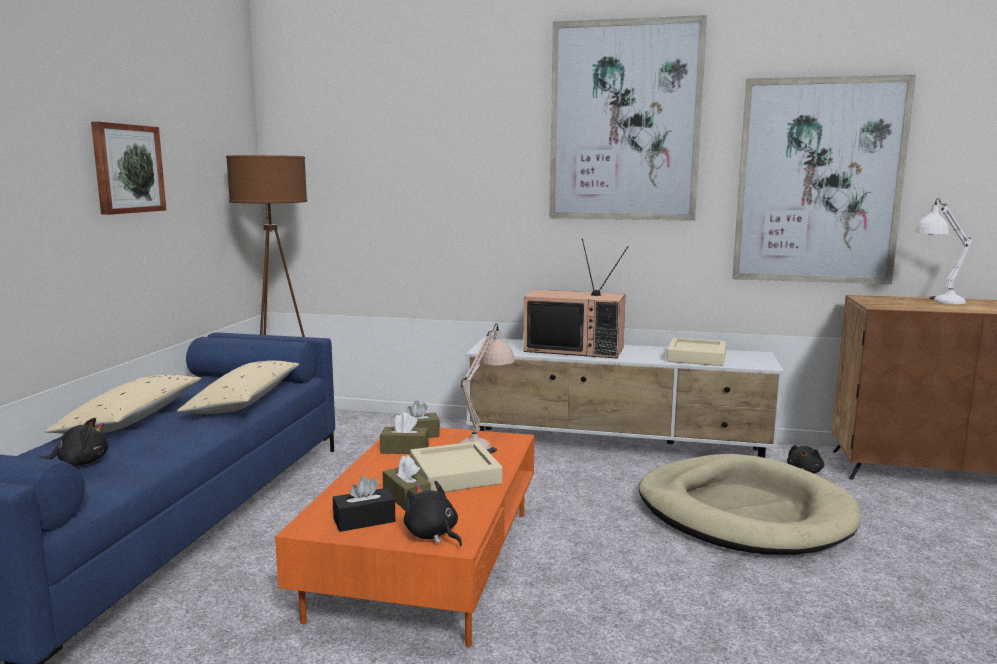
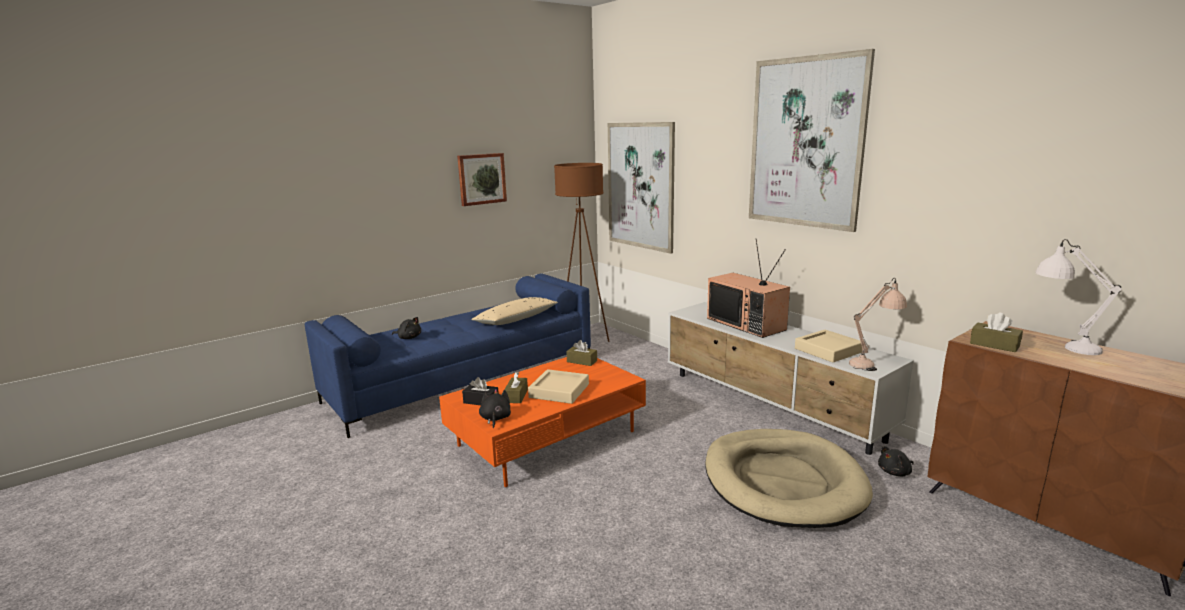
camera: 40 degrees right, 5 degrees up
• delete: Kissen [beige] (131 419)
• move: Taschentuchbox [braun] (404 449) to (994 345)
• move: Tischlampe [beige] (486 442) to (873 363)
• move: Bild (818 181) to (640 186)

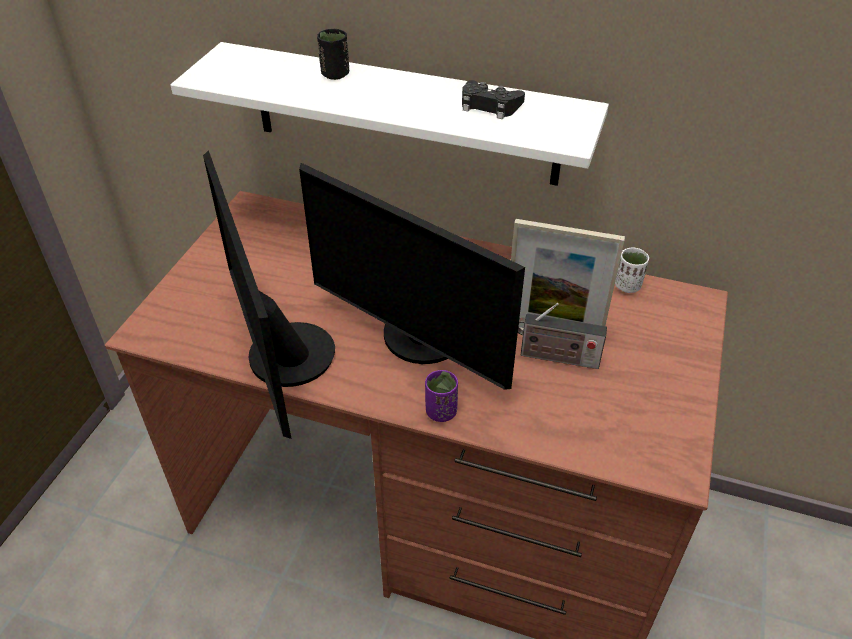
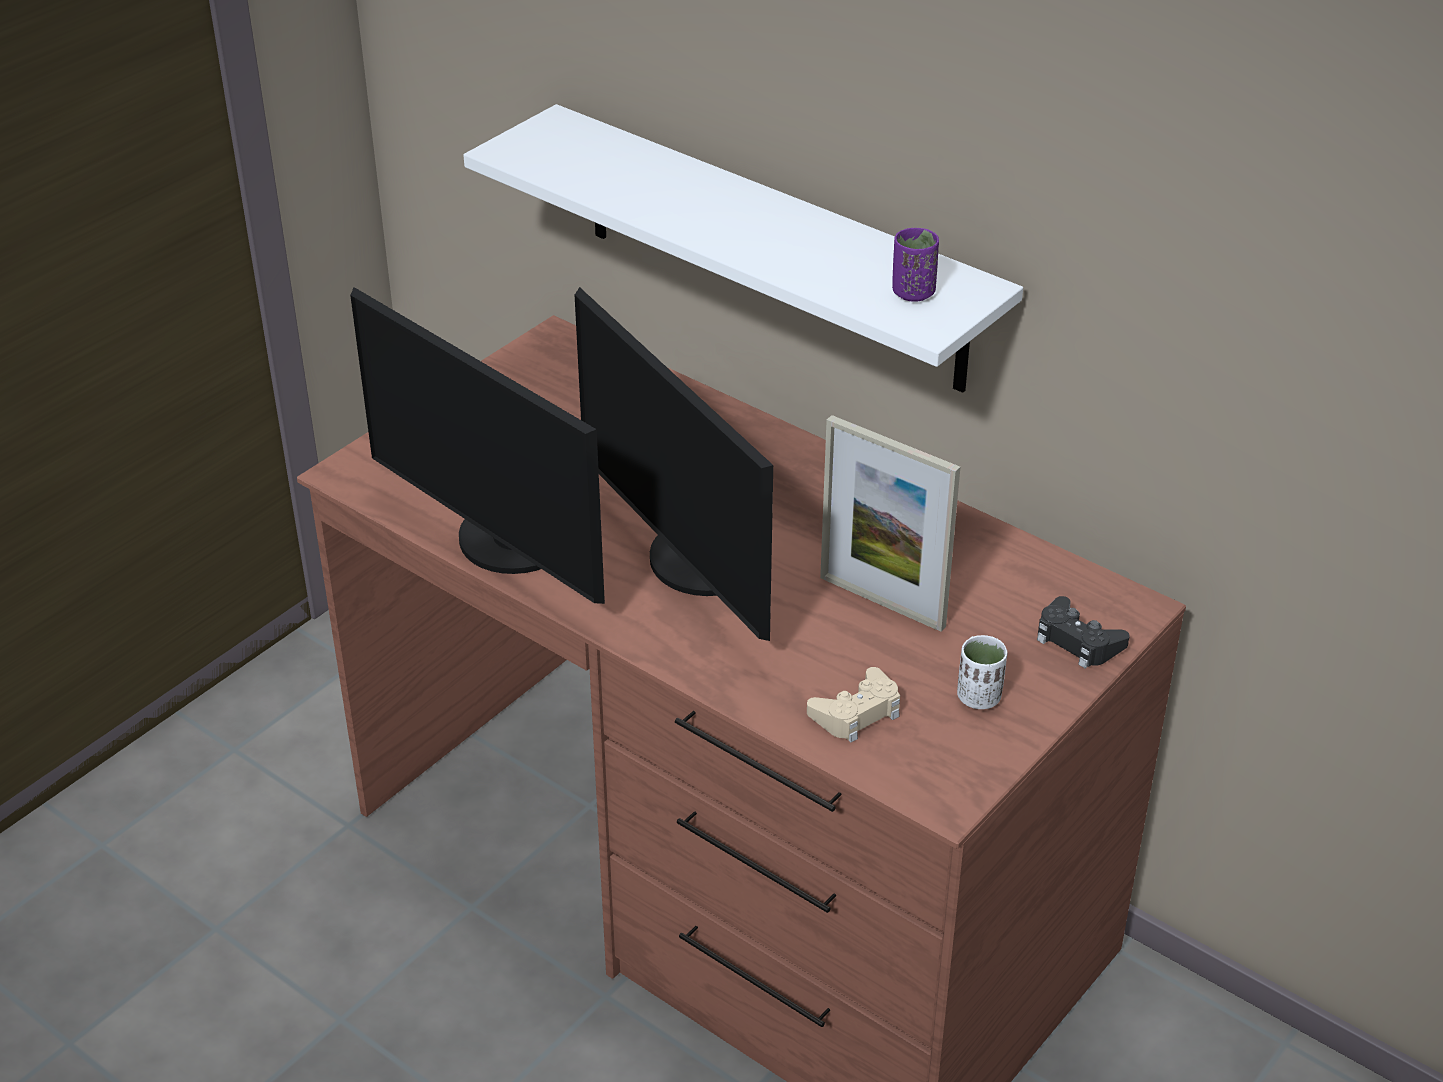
camera: 20 degrees right, 5 degrees down
• delete: Tasse [schwarz] (335 74)
• delete: Radio (555 357)
• insert: Gamepad [beige] (857 713)
• move: Tasse [lila] (441 412) to (913 293)
• move: Gamepad [schwarz] (489 106) to (1077 641)
• move: Tasse [weiß] (627 286) to (979 698)
• rotate: Monitor (281 358) = (507 543) 45 degrees counterclockwise

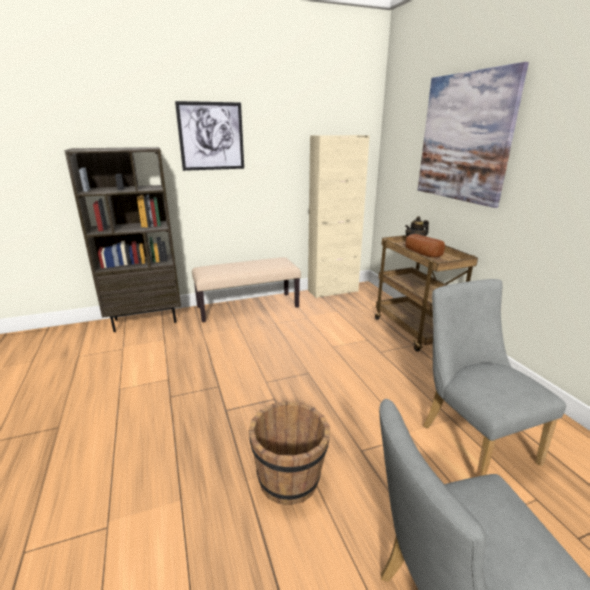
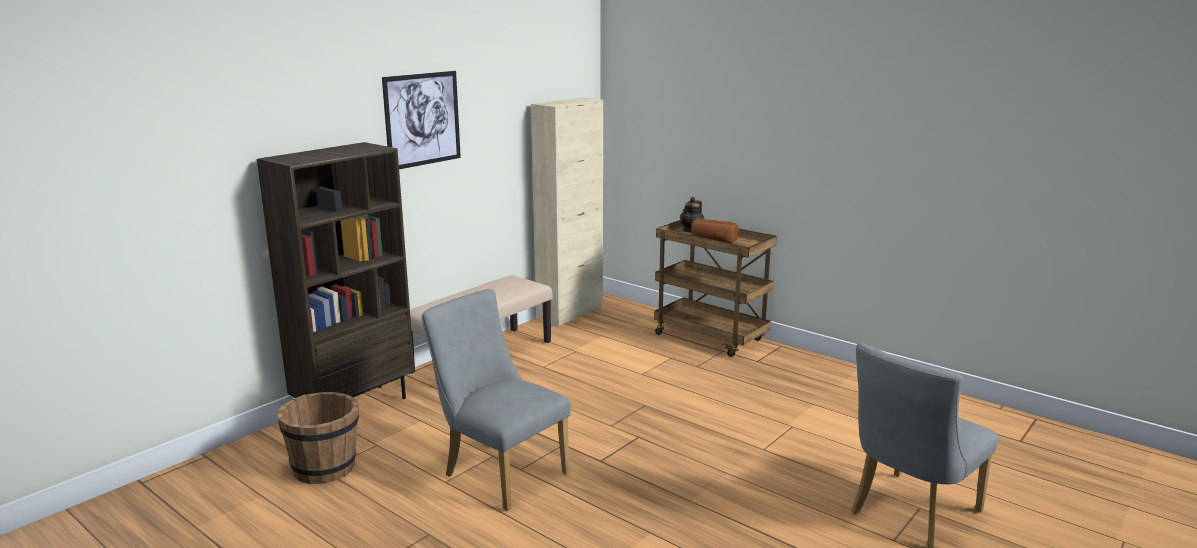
camera: 30 degrees left, 5 degrees down
• delete: Bild (464 138)
• move: Eimer [braun] (289 479) to (325 468)
• move: Stuhl [grau] (471 439) to (499 472)

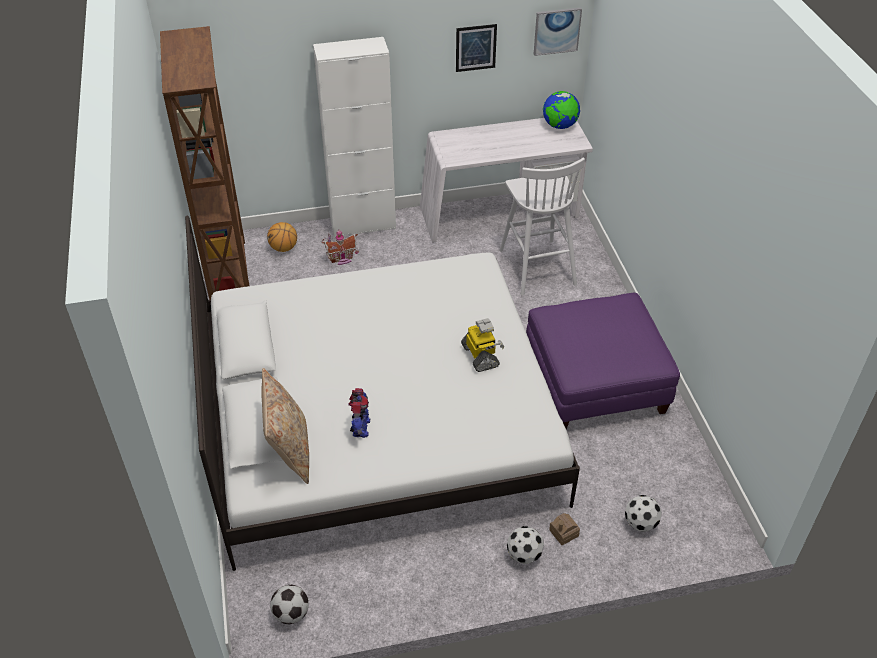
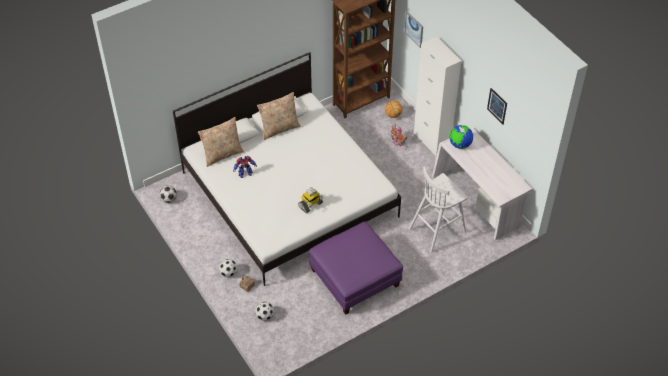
camera: 70 degrees right, 5 degrees up
• insert: Kissen [beige] (279 128)
• move: Bild (557 31) to (414 29)
• move: Globus (559 126) to (460 145)

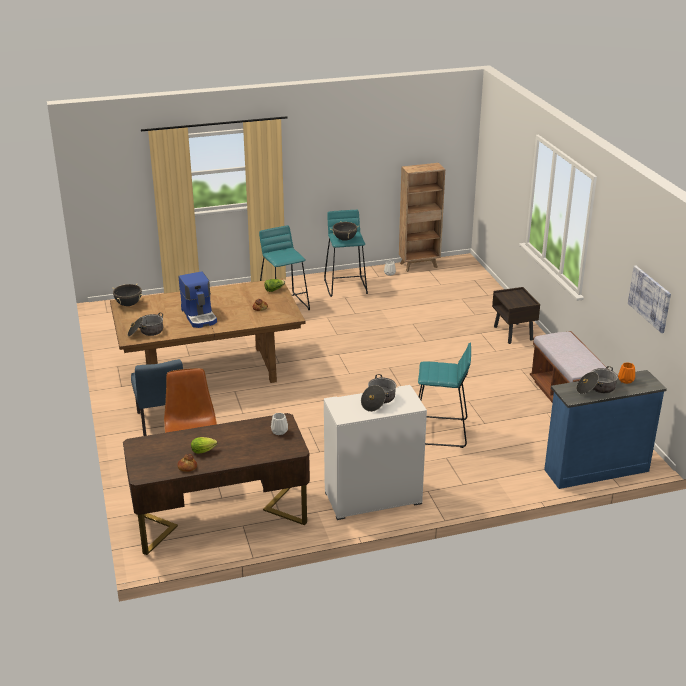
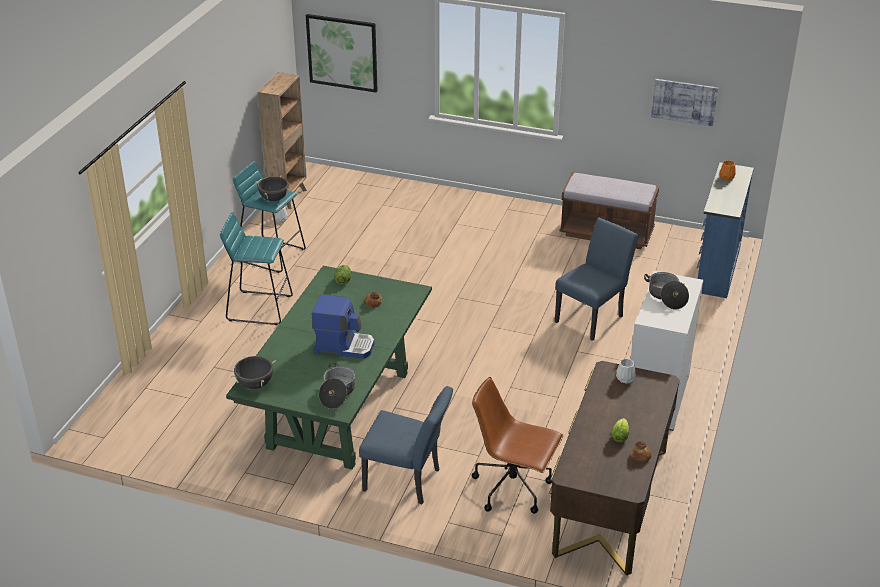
camera: 55 degrees left, 5 degrees up
• delete: Nachttisch [braun] (513 333)
• delete: Kochtopf (596 388)
• insert: Bild (342 52)
• replace: Hocker [türkis] (440 432) to Stuhl [blau] (592 317)
• recolor: Esstisch [braun] (211 372) to Esstisch [grün] (339 409)

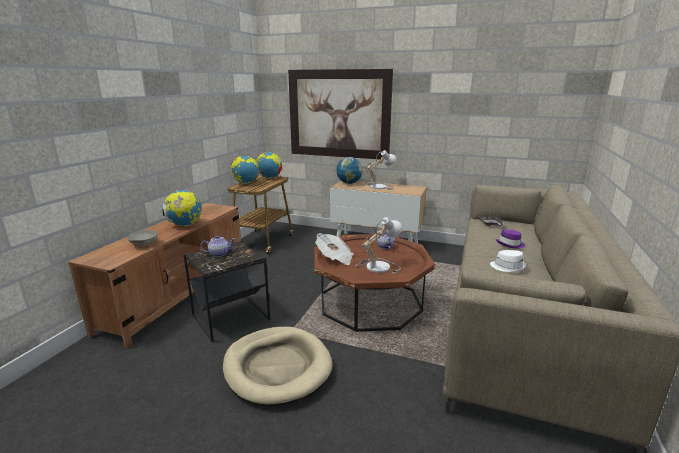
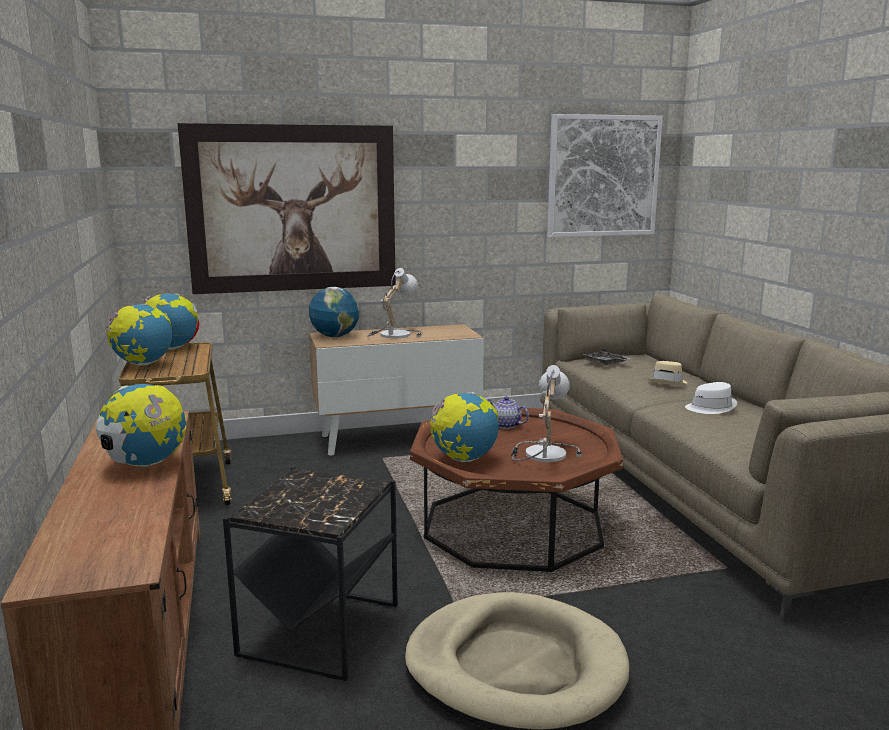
camera: 35 degrees left, 5 degrees down
• delete: Schüssel [grau] (144 244)
• delete: Teekanne (219 254)
• insert: Bild (603 176)
• replace: Zeitung (335 258) to Globus (464 459)
• recolor: Hut [lila] (510 244) to Hut [beige] (668 382)

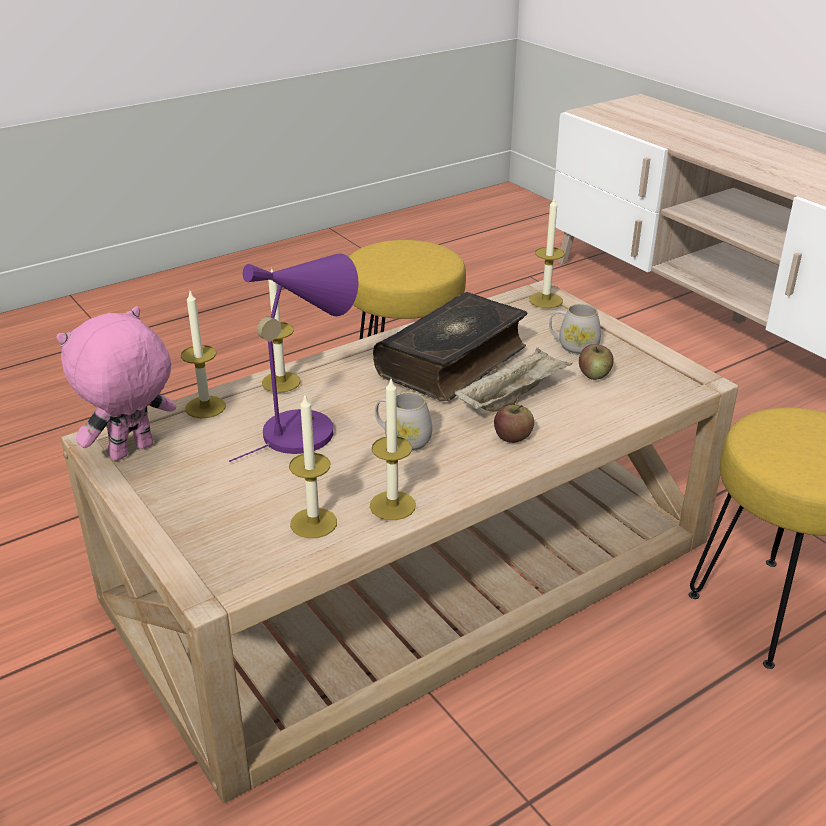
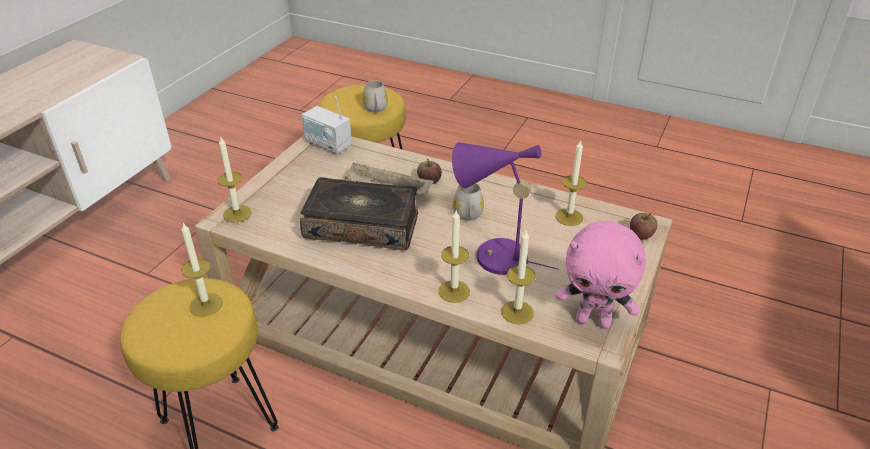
camera: 120 degrees left, 5 degrees up
• insert: Radio (328 144)
• move: Kerze (392 505) to (206 305)
• move: Henkelbecher [weiß] (573 346) to (376 109)
• move: Apfel (594 374) to (641 235)

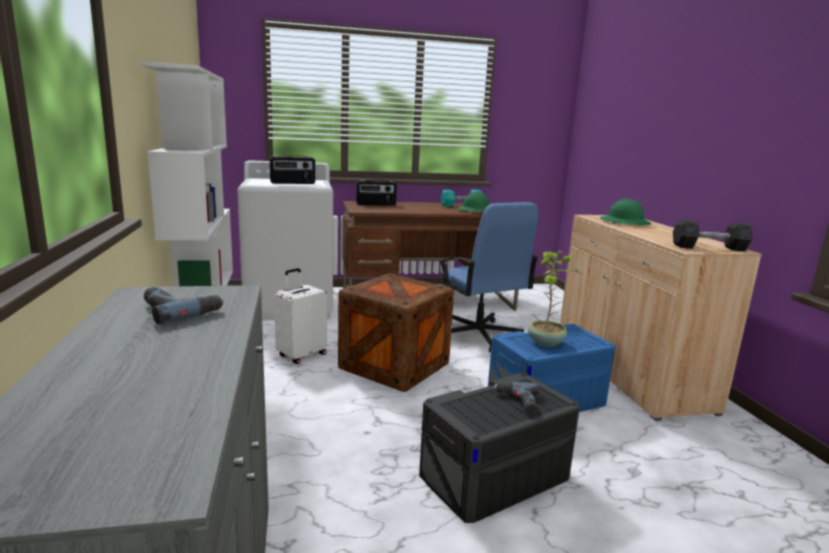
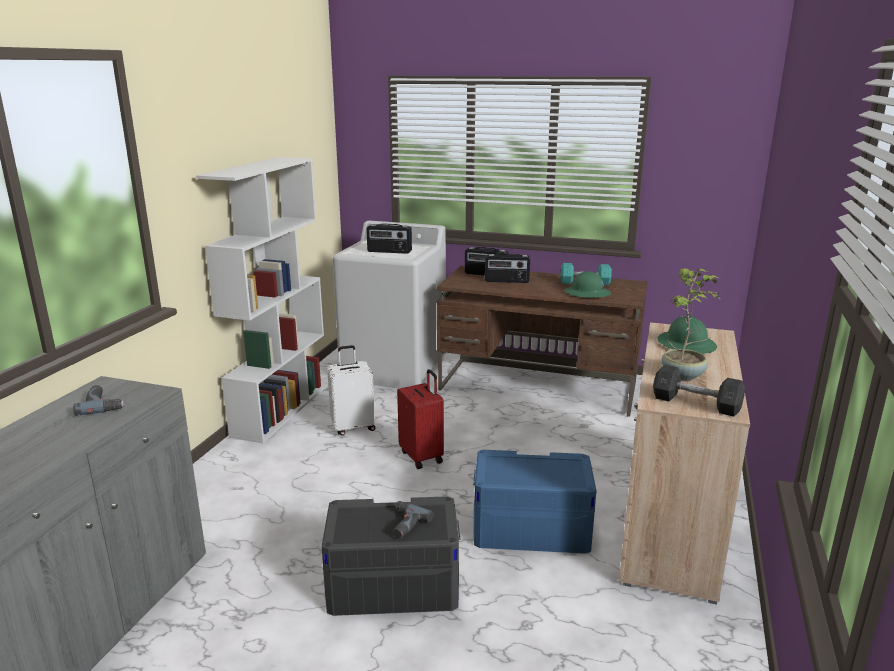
camera: 30 degrees right, 5 degrees up
• delete: Bürostuhl [blau] (478 335)
• insert: Radio (507 281)
• move: Topfpflanze (547 342) to (684 375)
• replace: Kiste (394 366) to Koffer [rot] (422 456)

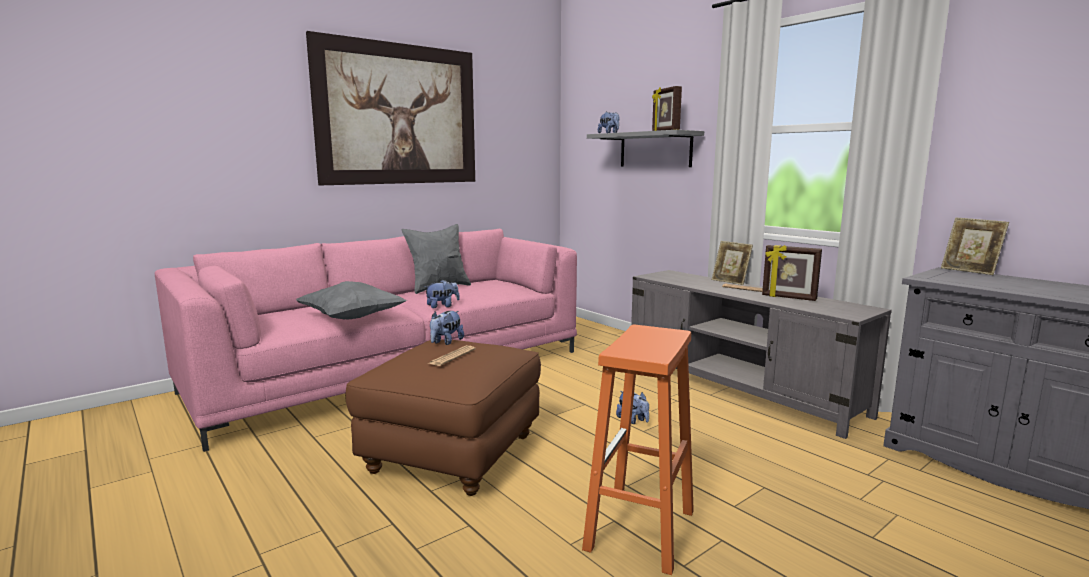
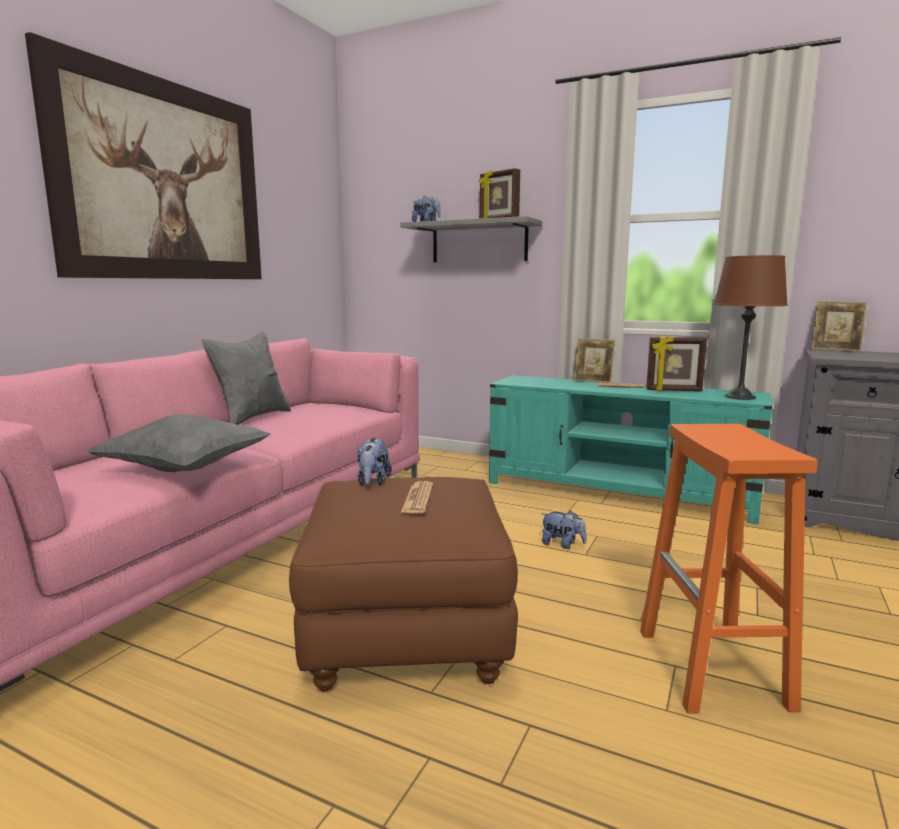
camera: 25 degrees left, 0 degrees up
• delete: Plüschtier (442 306)
• insert: Tischlampe [braun] (740 397)
• recolor: Fernsehschrank [grau] (739 387) to Fernsehschrank [türkis] (618 491)

